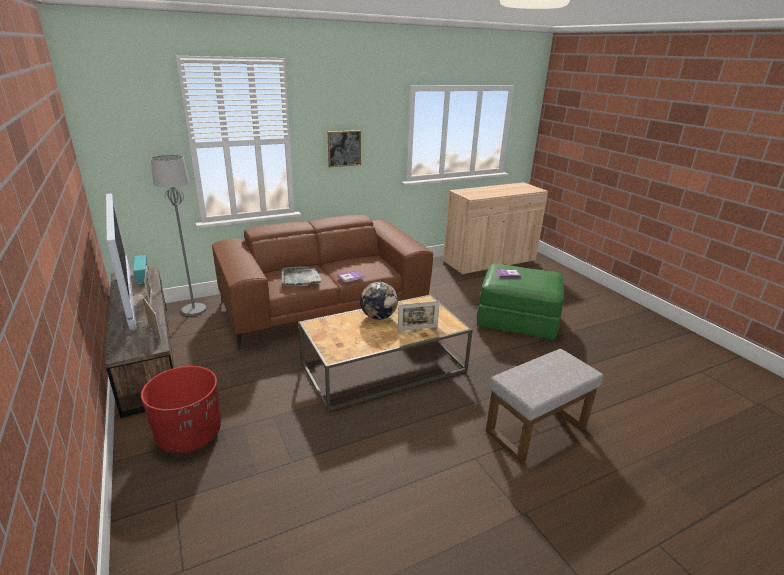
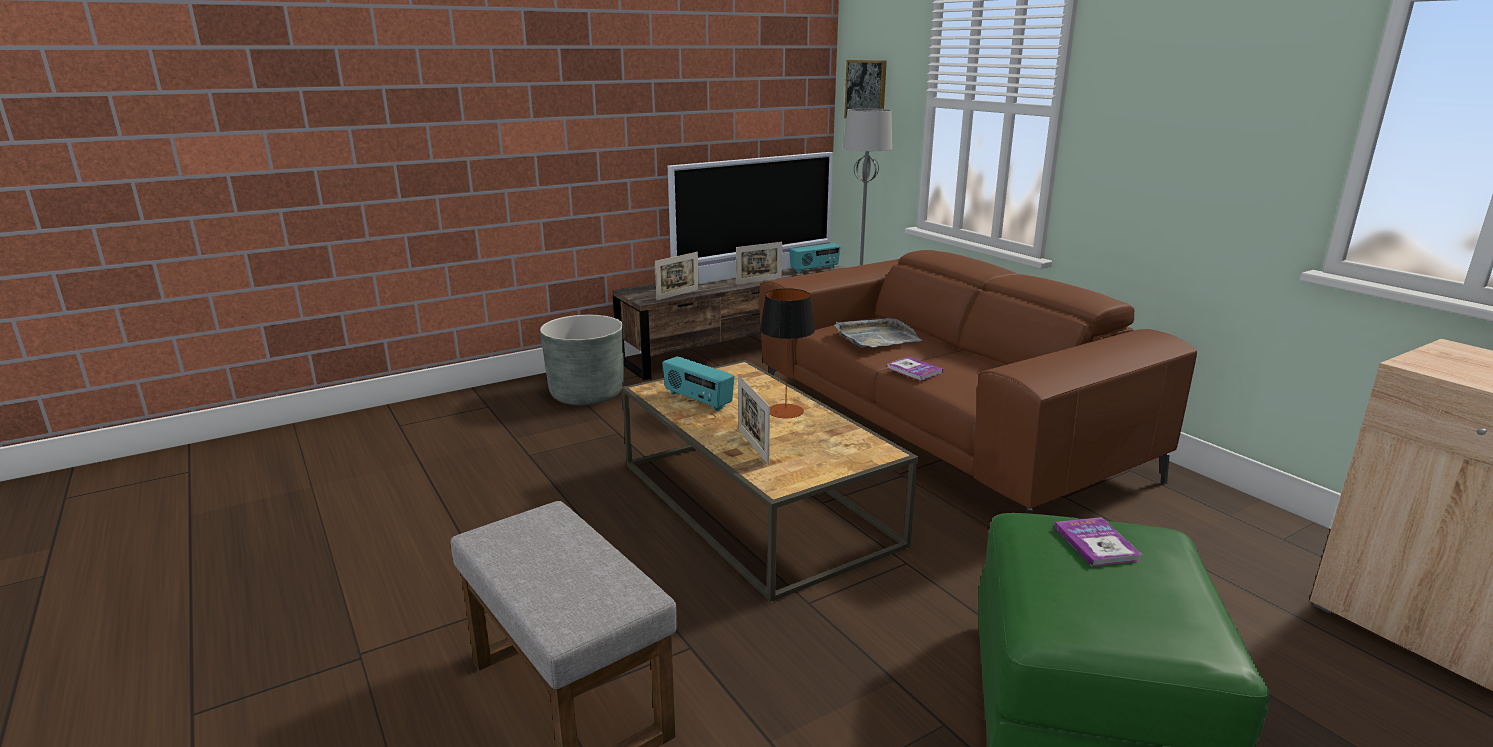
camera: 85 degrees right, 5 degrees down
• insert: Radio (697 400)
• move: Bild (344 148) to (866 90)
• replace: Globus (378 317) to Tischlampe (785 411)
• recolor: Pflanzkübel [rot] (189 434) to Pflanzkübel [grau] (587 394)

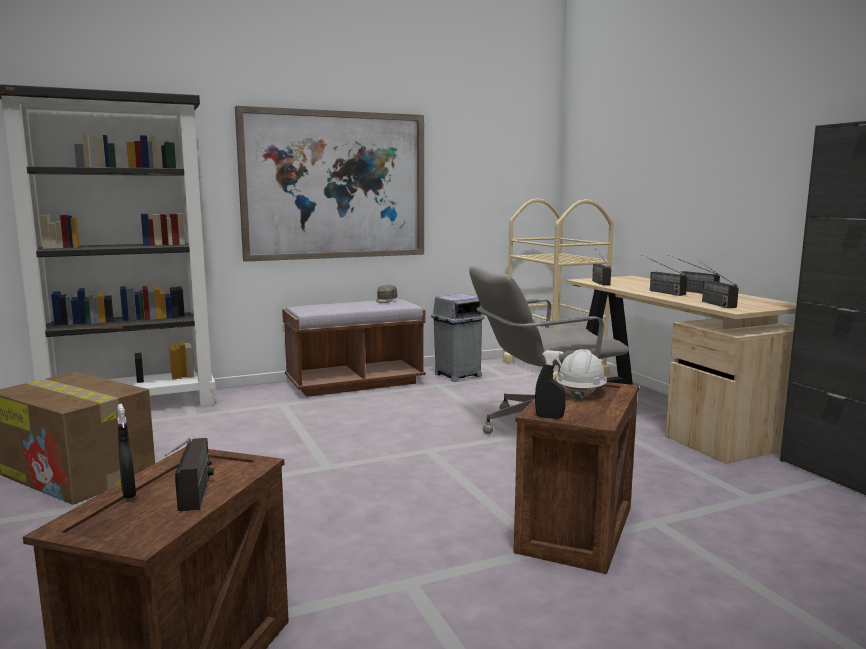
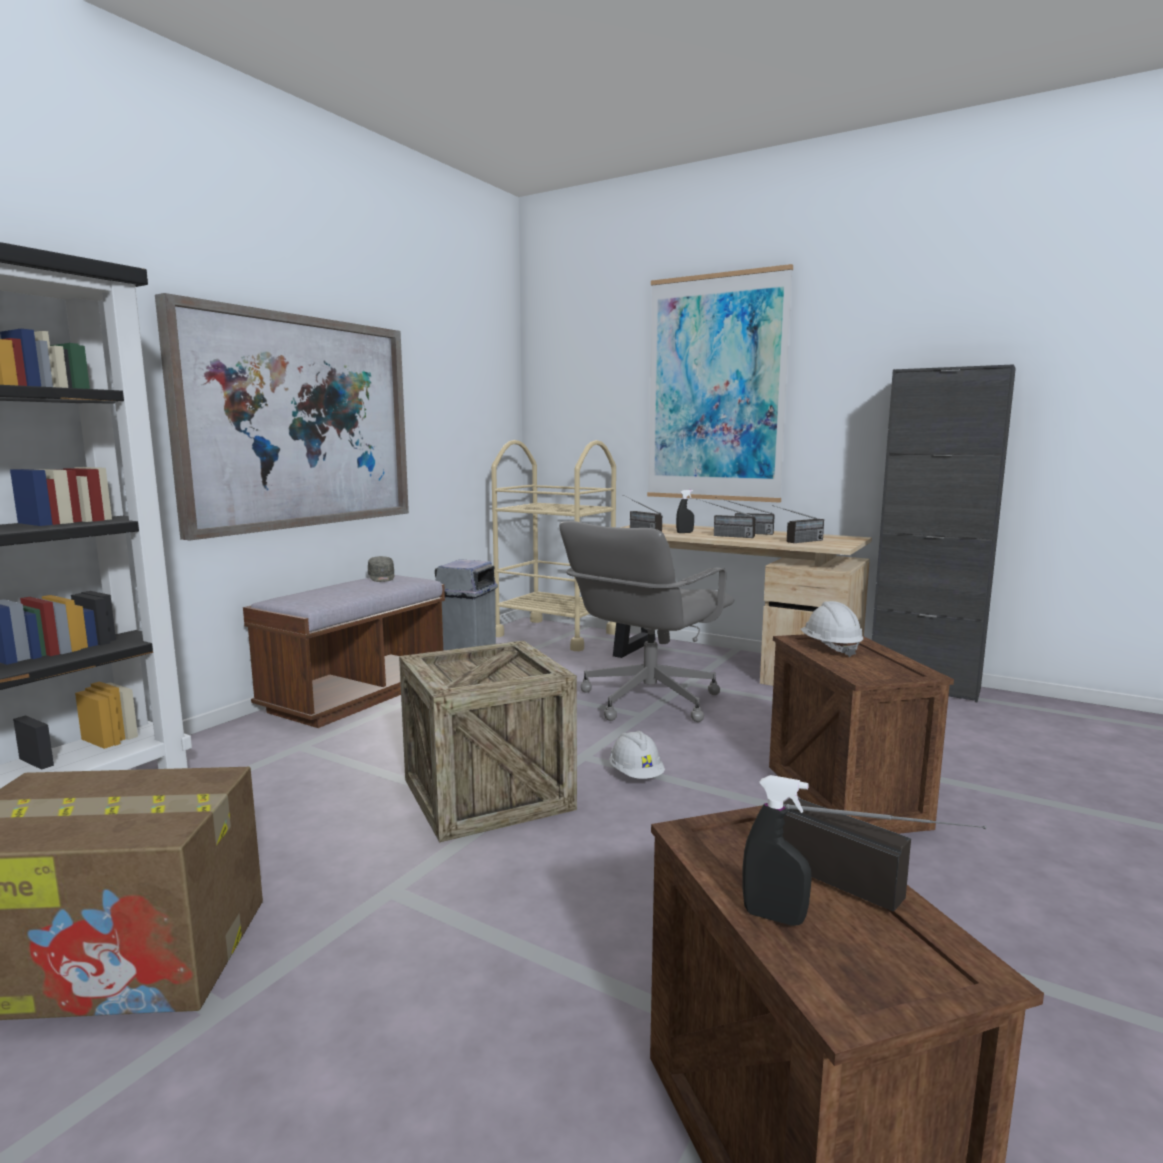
camera: 35 degrees left, 0 degrees up
• insert: Kiste (487 794)
• insert: Schutzhelm [weiß] (636 775)
• insert: Bild (715 389)
• move: Sprühflasche [schwarz] (549 417) to (684 532)
• rotate: Radio (710 302) = (797 542) 75 degrees counterclockwise

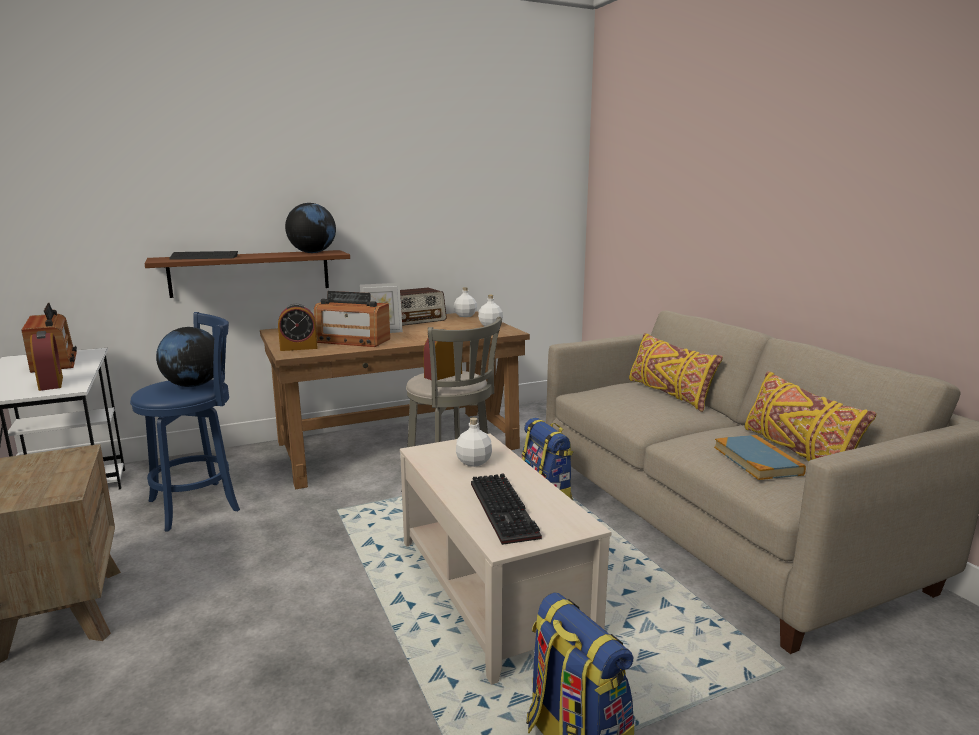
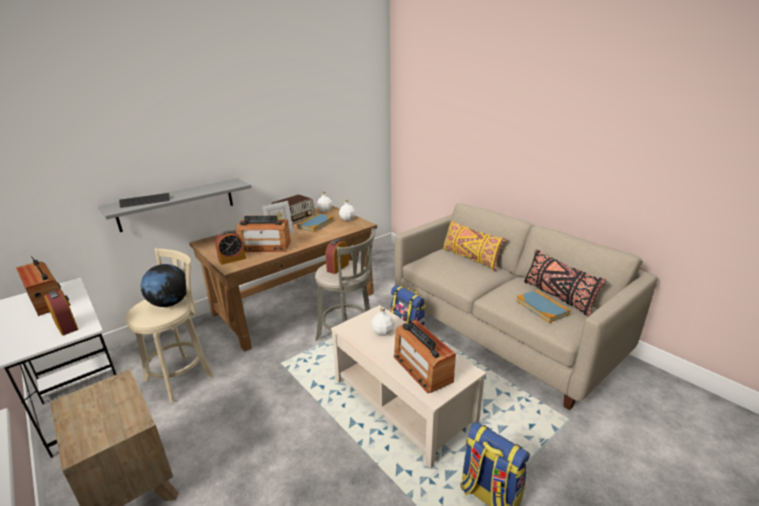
camera: 15 degrees left, 10 degrees up
• delete: Globus (312 252)
• insert: Buch (315 224)
• replace: Tastatur (506 510) to Radio (422 368)
• recolor: Hocker [blau] (199 504) to Hocker [beige] (182 376)
• recolor: Wandregal [braun] (251 273) to Wandregal [grau] (177 204)
• recolor: Kissen [gelb] (797 452) to Kissen [schwarz] (557 296)

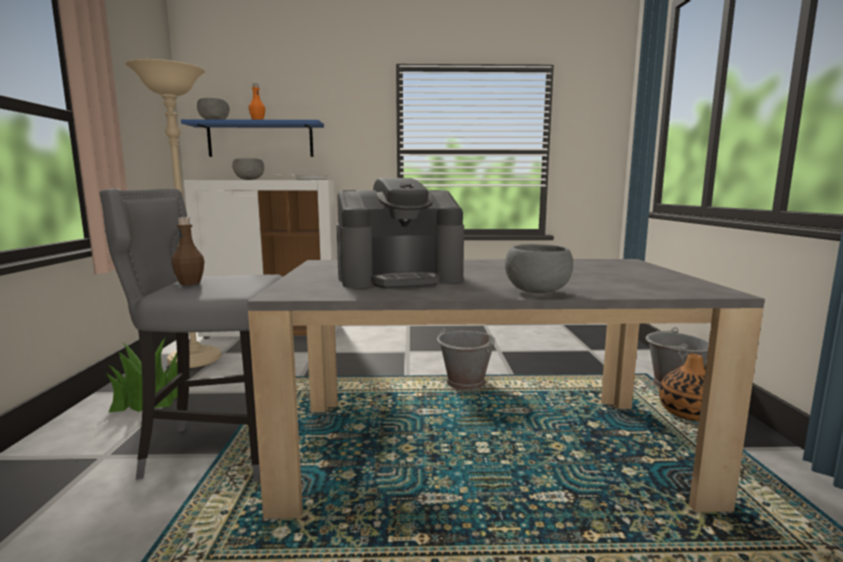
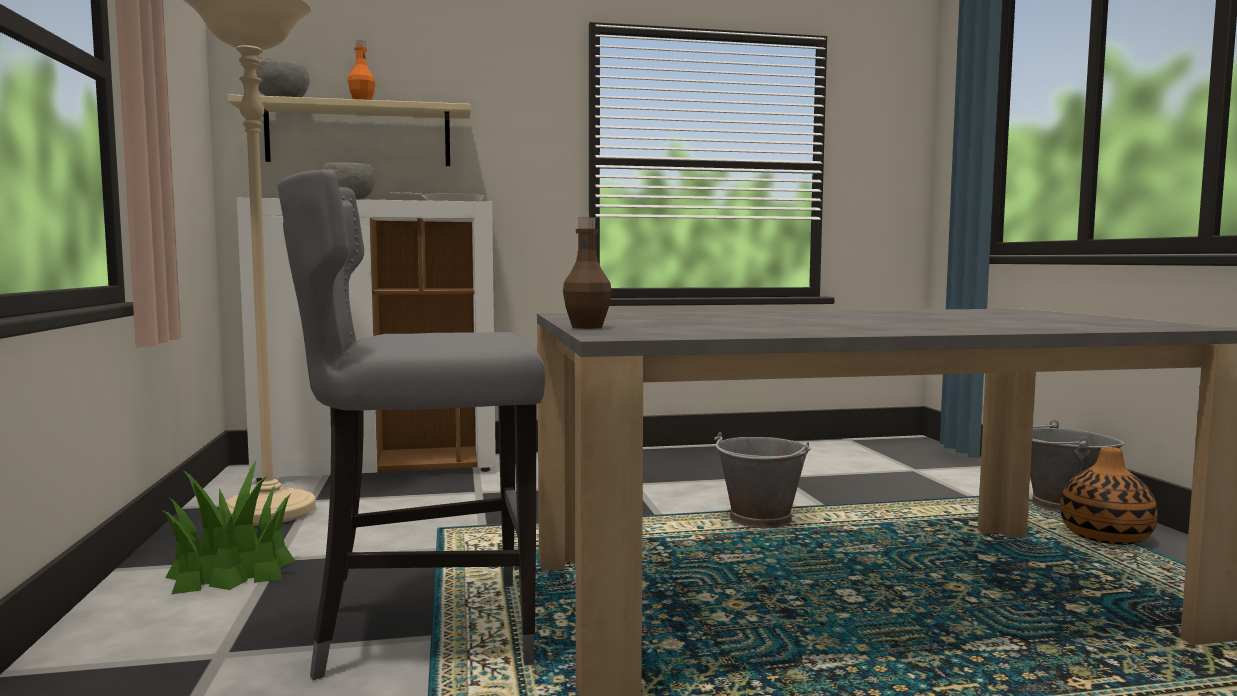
camera: 10 degrees left, 5 degrees down
• delete: Kaffeemaschine (400 278)
• delete: Schüssel [grau] (536 292)
• move: Flasche [braun] (190 283) to (587 327)
• recolor: Wandregal [blau] (260 140) to Wandregal [beige] (359 136)

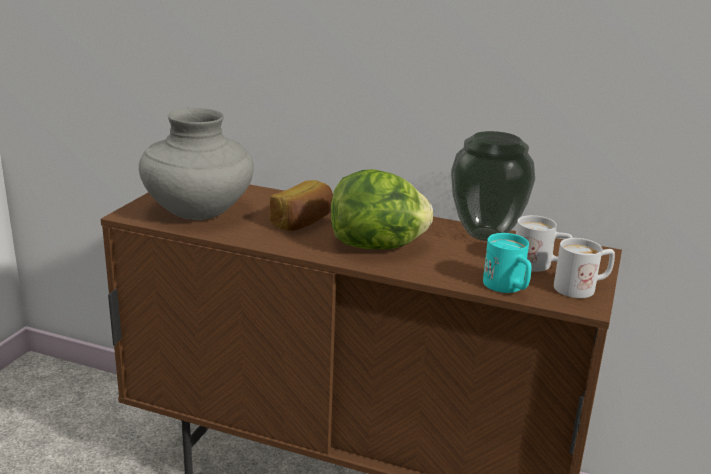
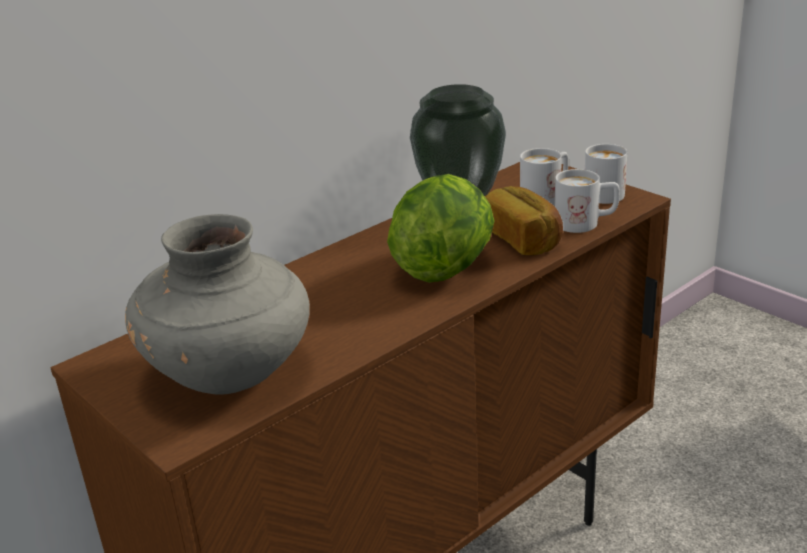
camera: 60 degrees left, 5 degrees up
• move: Brot (303 222) to (524 239)
• recolor: Henkelbecher [türkis] (508 288) to Henkelbecher [weiß] (586 223)

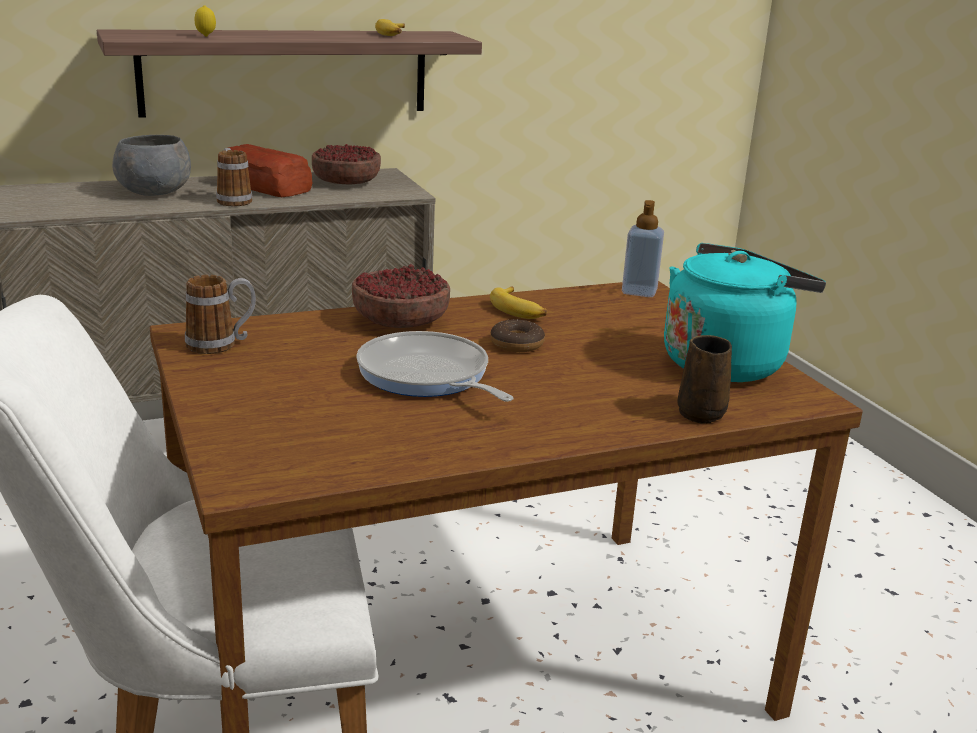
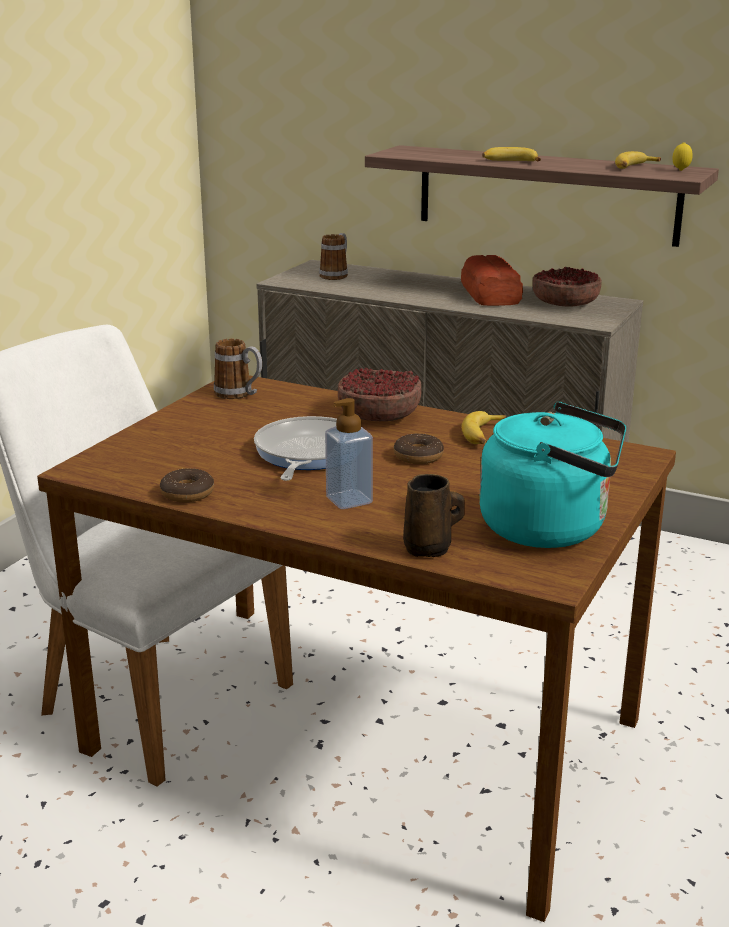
camera: 50 degrees right, 0 degrees up
• delete: Schüssel [grau] (154 192)
• insert: Donut (187 493)
• insert: Banane (510 162)
• move: Zitrone (206 36) to (680 170)
• move: Henkelbecher (233 200) to (336 275)
• move: Seifenspender (639 291) to (349 500)

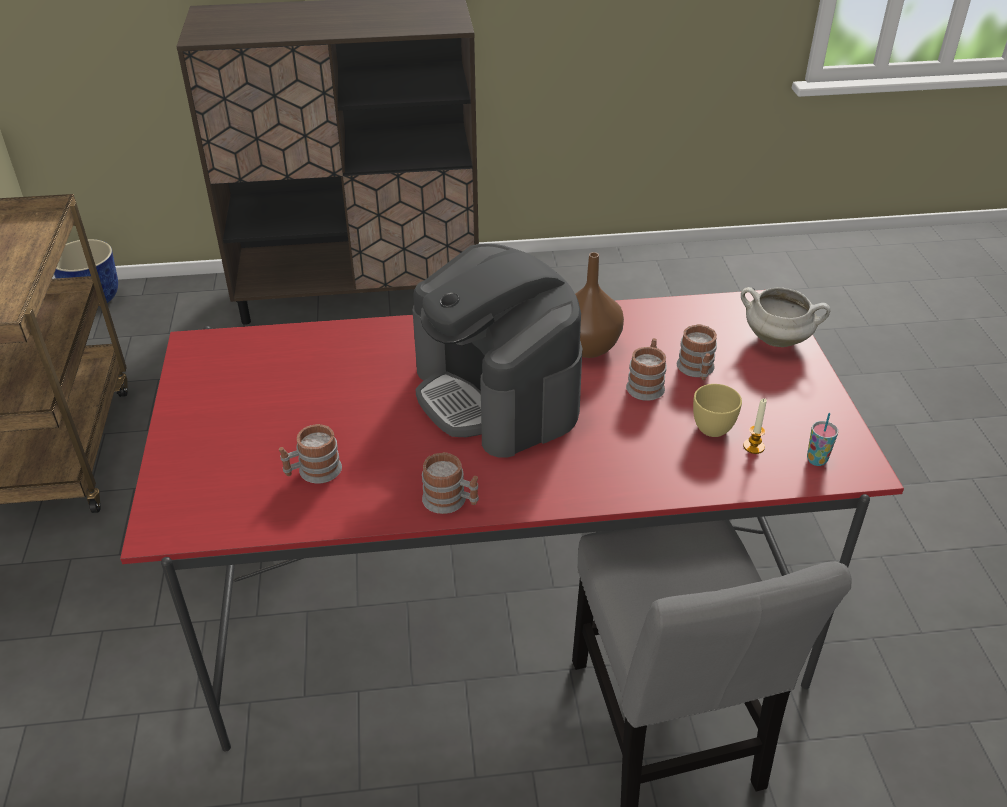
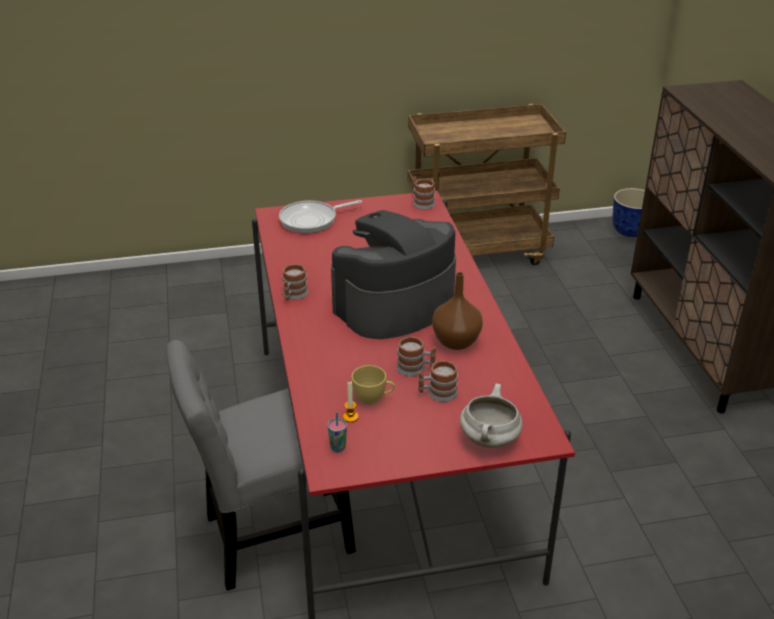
camera: 85 degrees right, 5 degrees down
• insert: Pfanne (312 220)
• move: Henkelbecher (313 472) to (421 202)

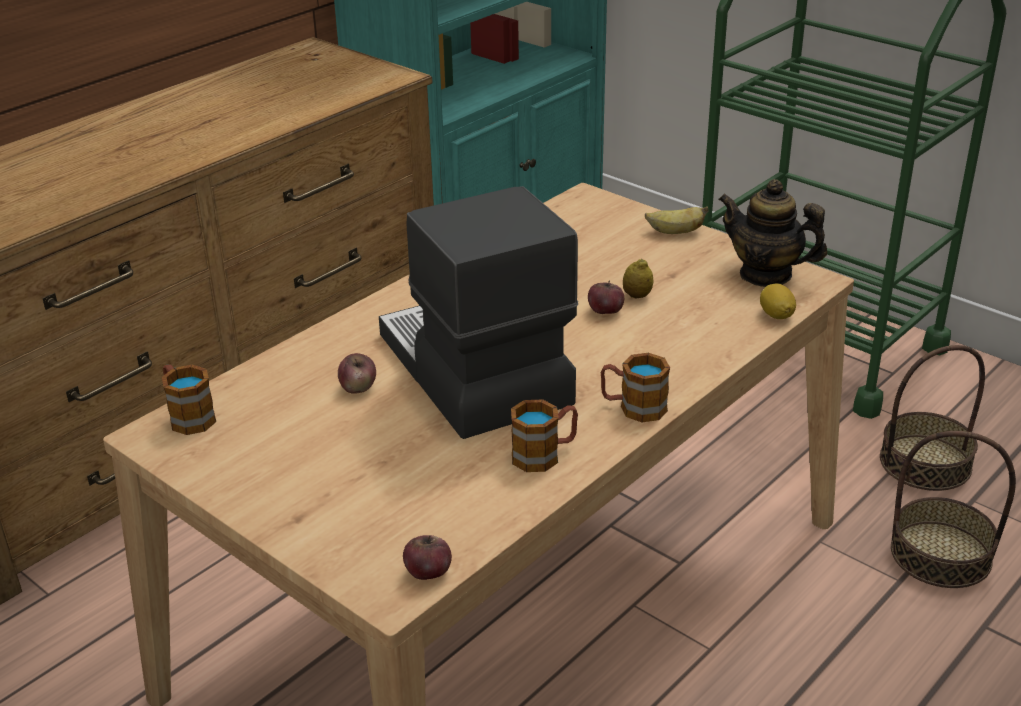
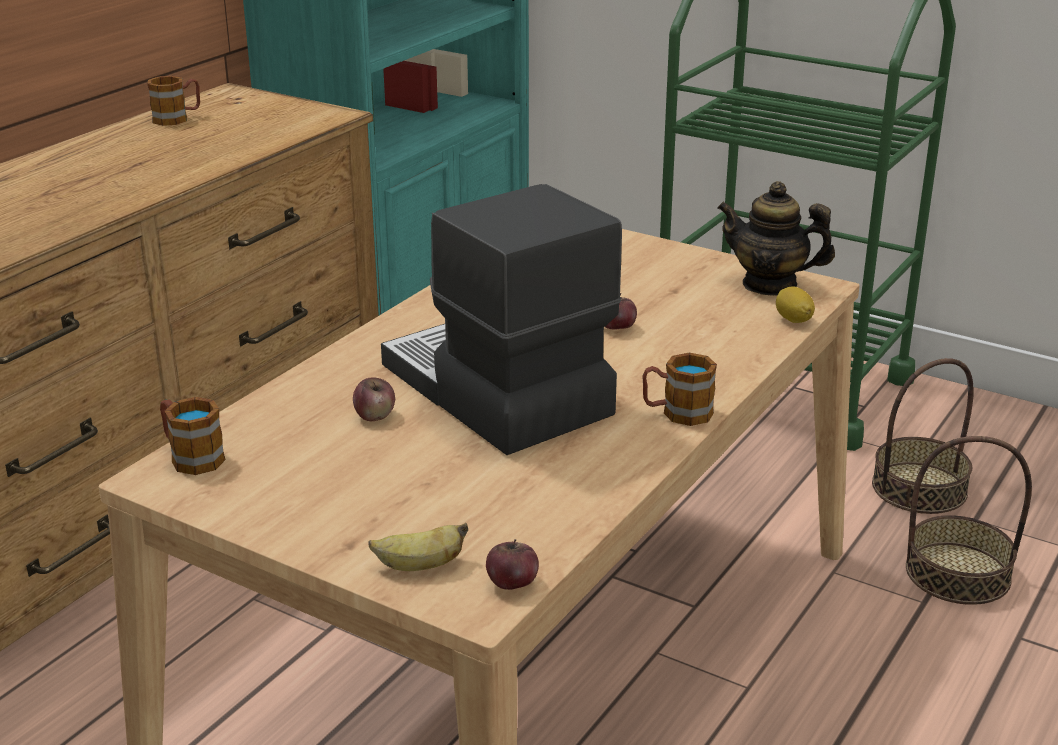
camera: 10 degrees left, 5 degrees down
• delete: Zitrone (637 296)
• move: Henkelbecher (544 454) to (177 118)
• move: Banane (675 232) to (419 566)

